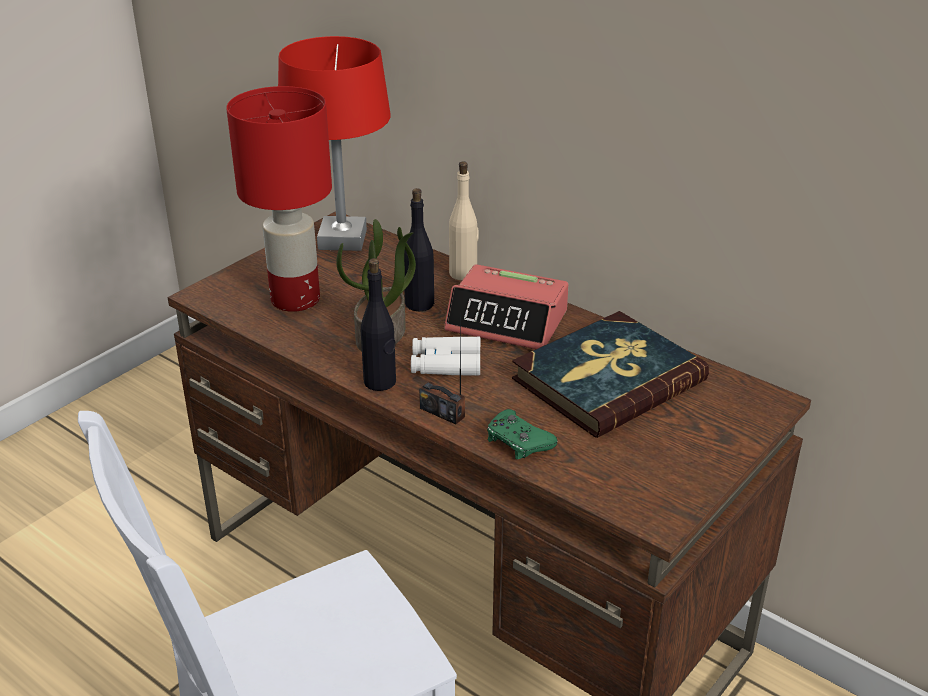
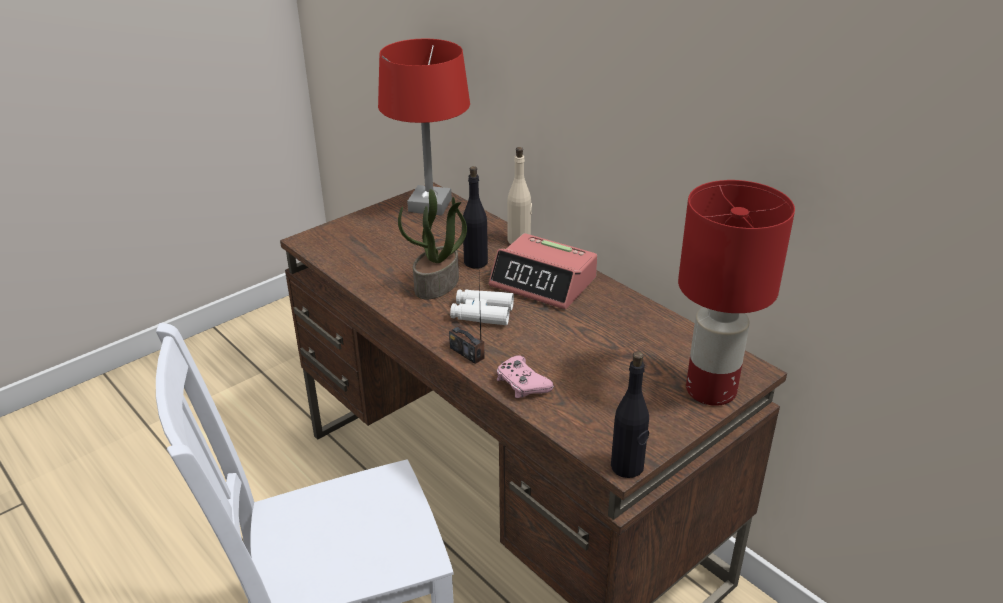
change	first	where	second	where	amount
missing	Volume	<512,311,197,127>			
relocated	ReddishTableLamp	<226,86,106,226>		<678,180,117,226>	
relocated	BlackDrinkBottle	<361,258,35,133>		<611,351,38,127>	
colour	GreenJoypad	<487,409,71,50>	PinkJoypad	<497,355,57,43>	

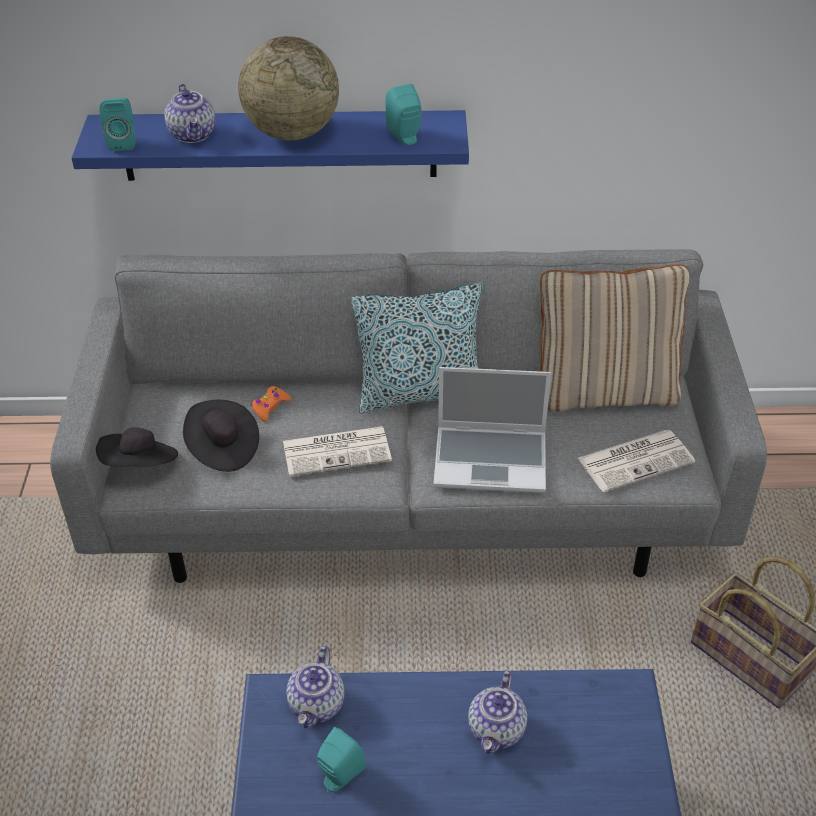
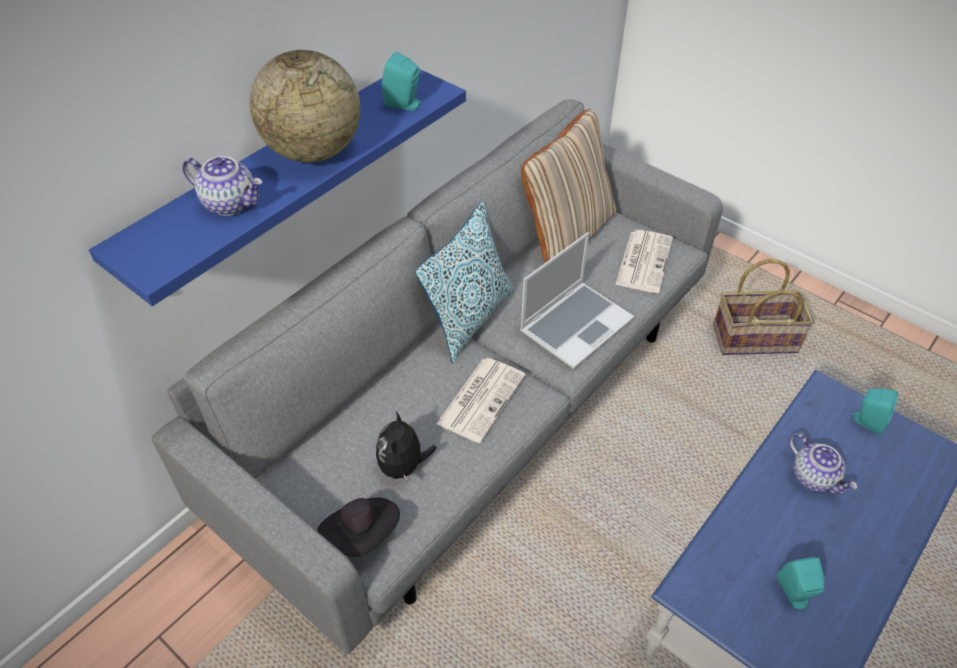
change	first	where	second	where	amount
missing	OrangeyJoypad	<251,386,40,36>			
missing	Teapot	<286,646,59,82>			
relocated	BlueGreenAudioSpeaker	<99,98,37,53>		<851,388,47,46>	
exchanged	BlackWearableHat	<183,400,76,72>	CuddlyToy	<376,411,61,72>	

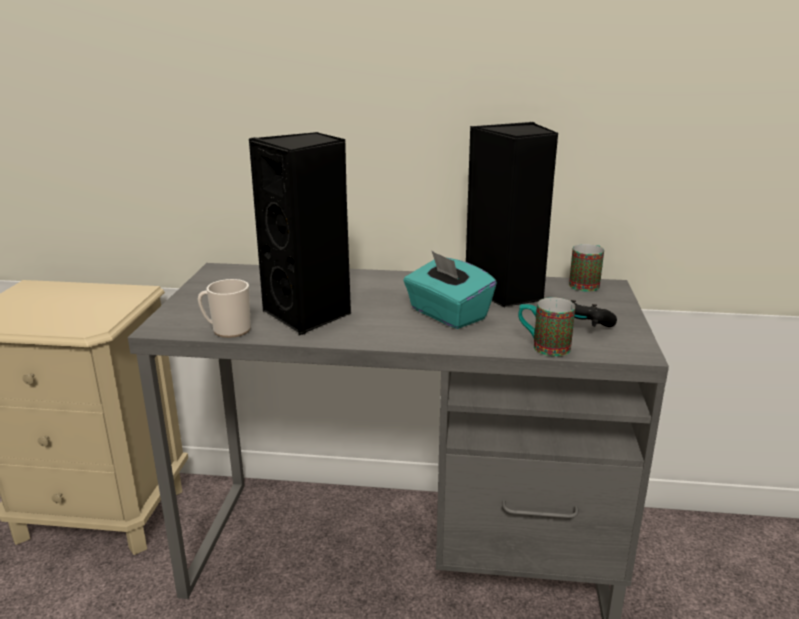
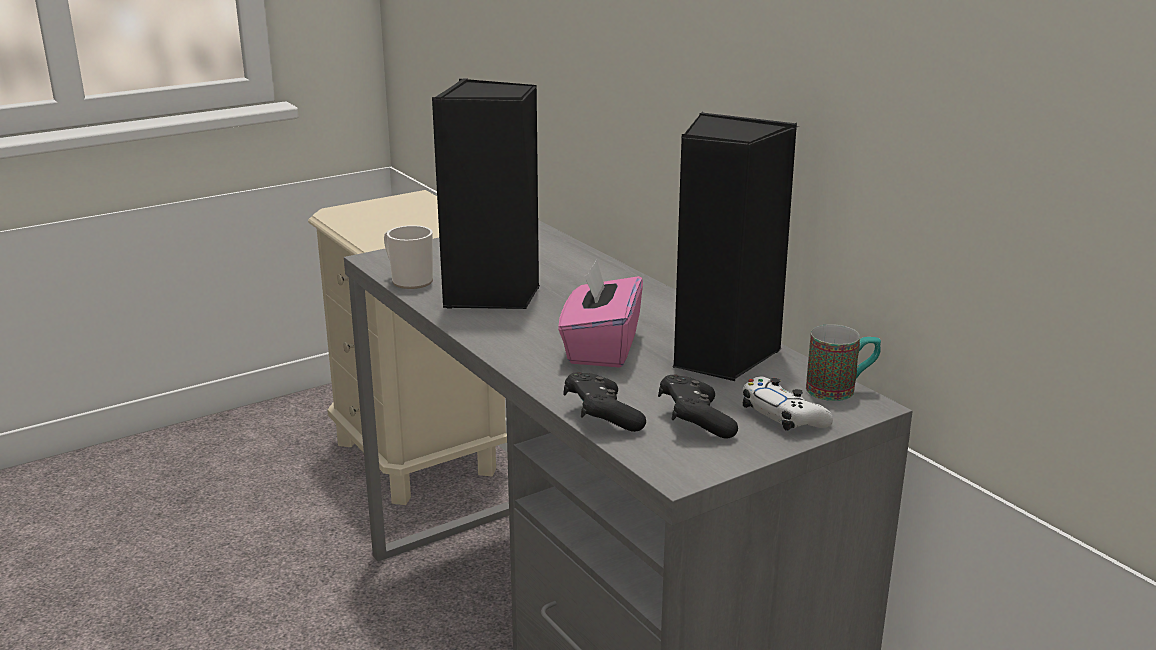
change	first	where	second	where	amount
appeared			WhitishJoypad	<743,376,90,55>	
exchanged	TeaMug	<518,297,57,59>	BlackJoypad	<563,372,83,60>	
colour	BlueGreenTissueHolder	<403,250,94,79>	PinkTissueHolder	<558,259,85,109>	

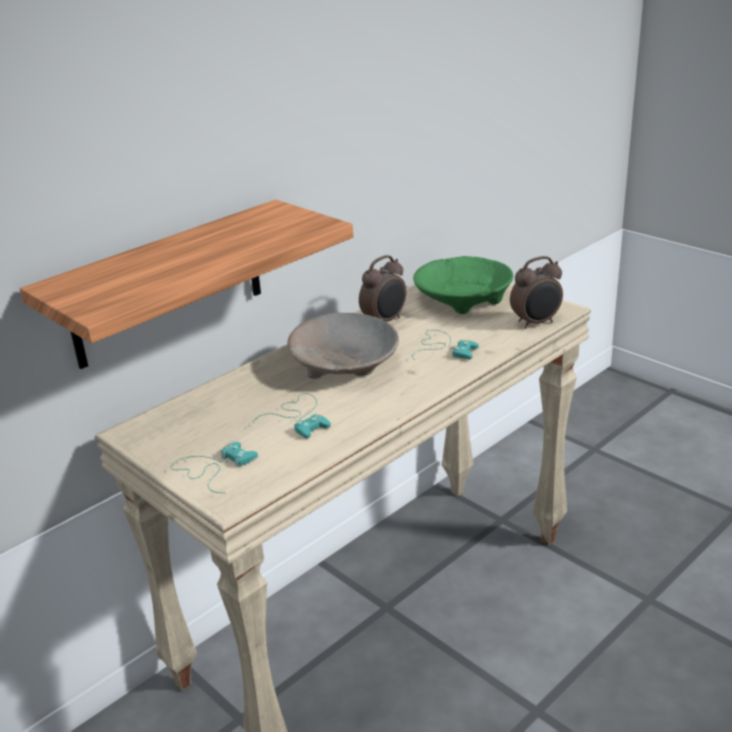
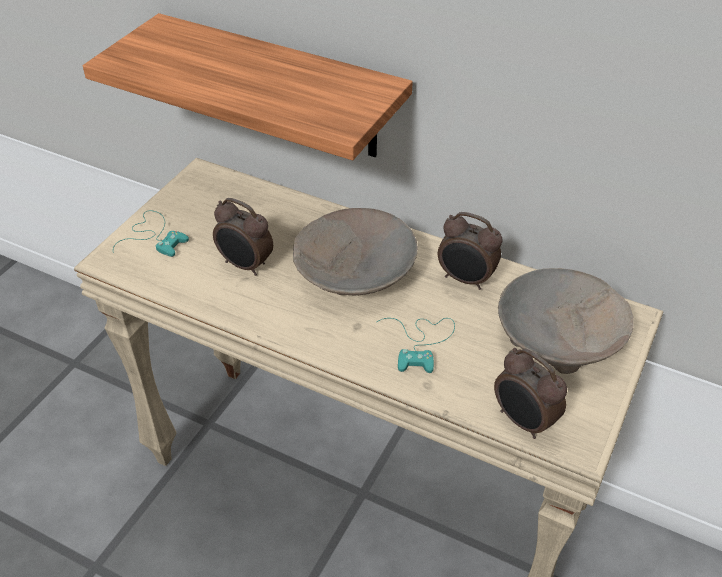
change	first	where	second	where	amount
exchanged	BlueGreenJoypad	<253,393,78,46>	BedsideClock	<213,198,60,78>	
colour	GreenDeepDish	<413,256,101,58>	SandColouredDeepDish	<498,268,136,106>	

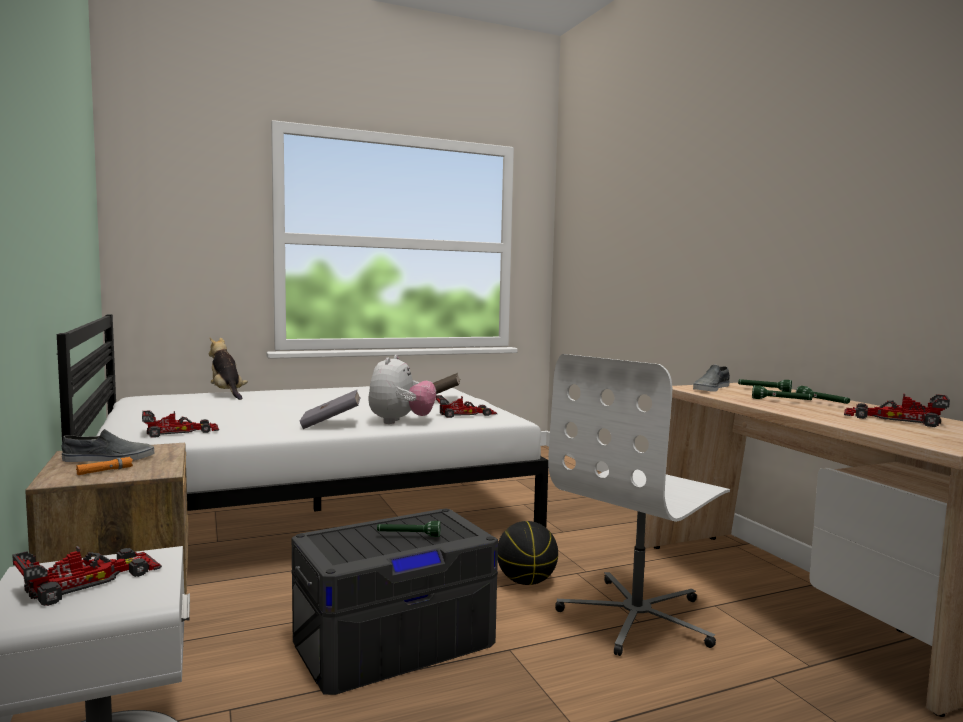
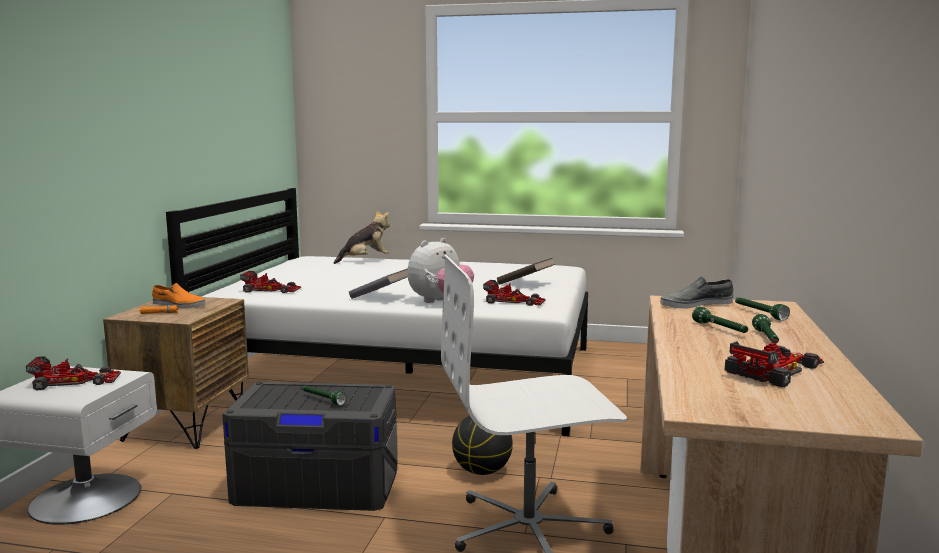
change	first	where	second	where	amount
colour	GrayLowShoe	<61,429,93,33>	OrangeyLowShoe	<152,283,53,26>	
spun	CuddlyToy	<209,338,39,62>		<334,210,56,54>	60 degrees clockwise
spun	MiniatureCar	<844,393,106,34>		<725,338,99,49>	75 degrees clockwise

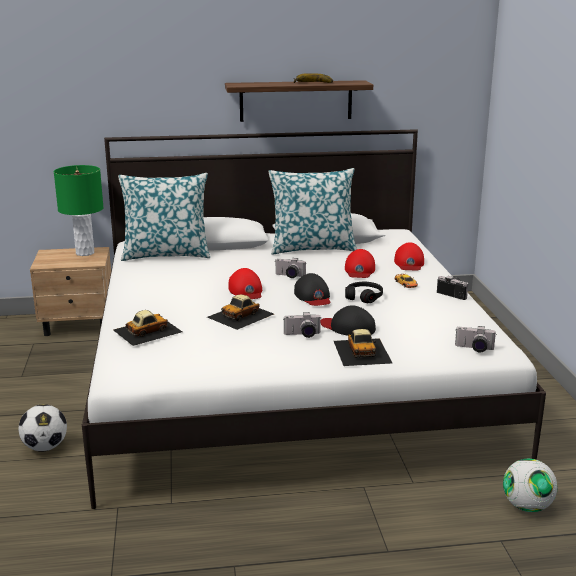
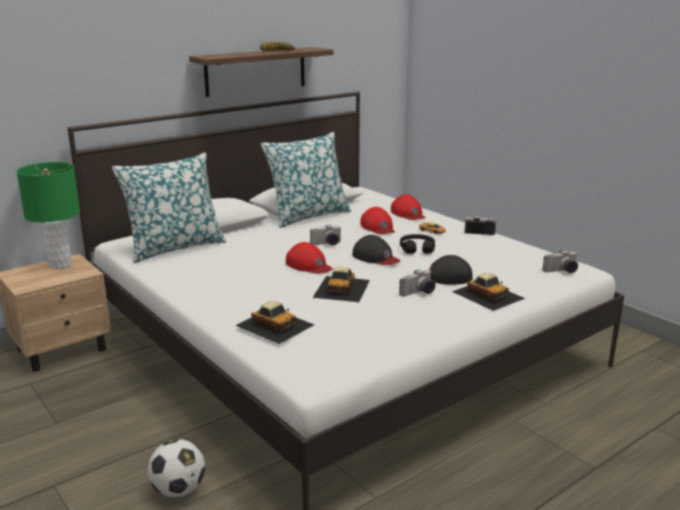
change	first	where	second	where	amount
missing	FootballBall	<503,459,54,53>			
spun	MiniatureCar	<113,310,69,36>		<235,301,79,43>	105 degrees clockwise

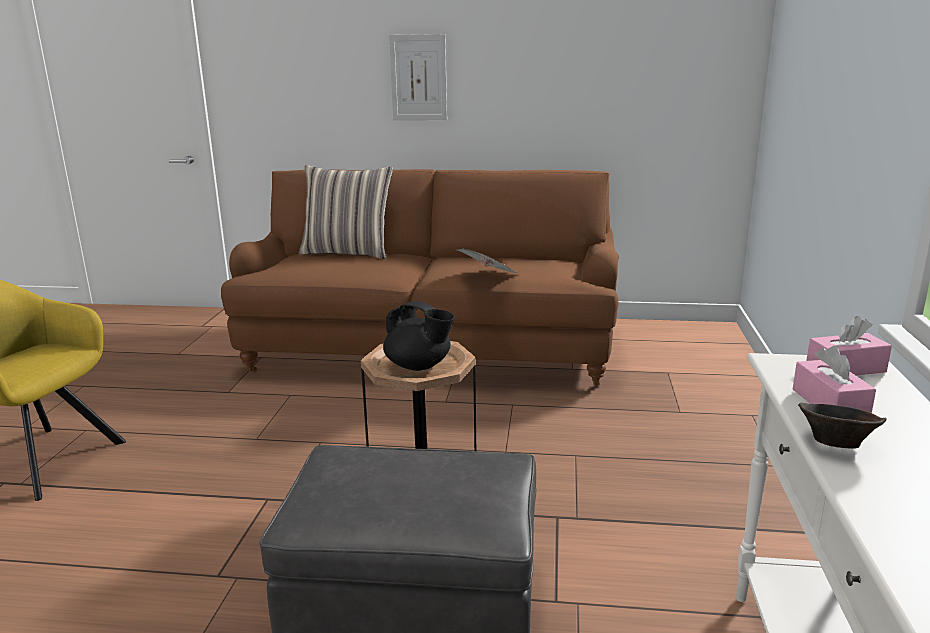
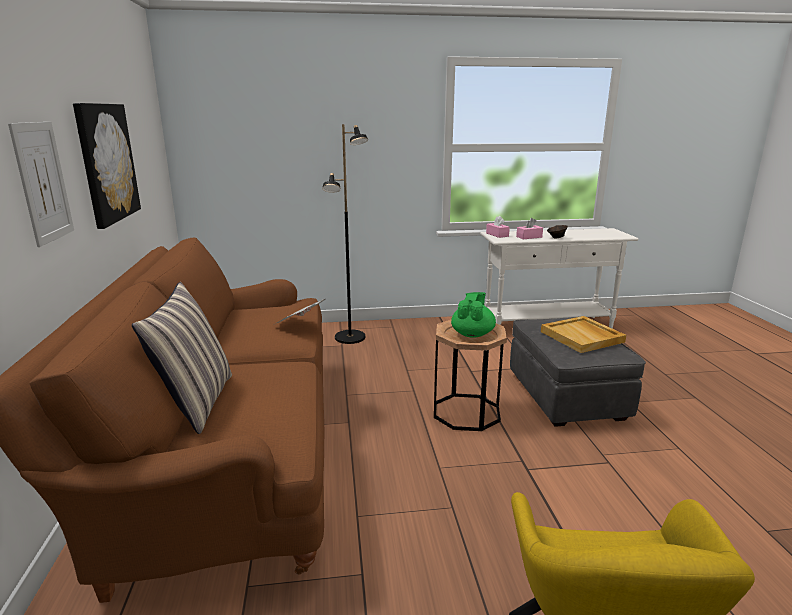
change	first	where	second	where	amount
appeared			WallArt	<73,103,68,126>	
appeared			BlackStandardLamp	<322,124,46,220>	
appeared			SandColouredServingTray	<541,316,85,37>	
colour	BlackTeapot	<383,301,72,70>	GreenTeapot	<451,292,45,46>	

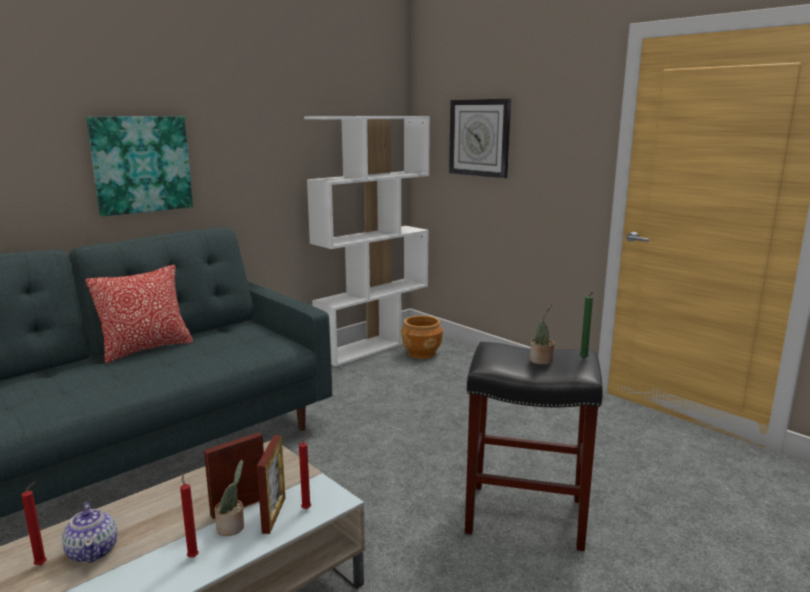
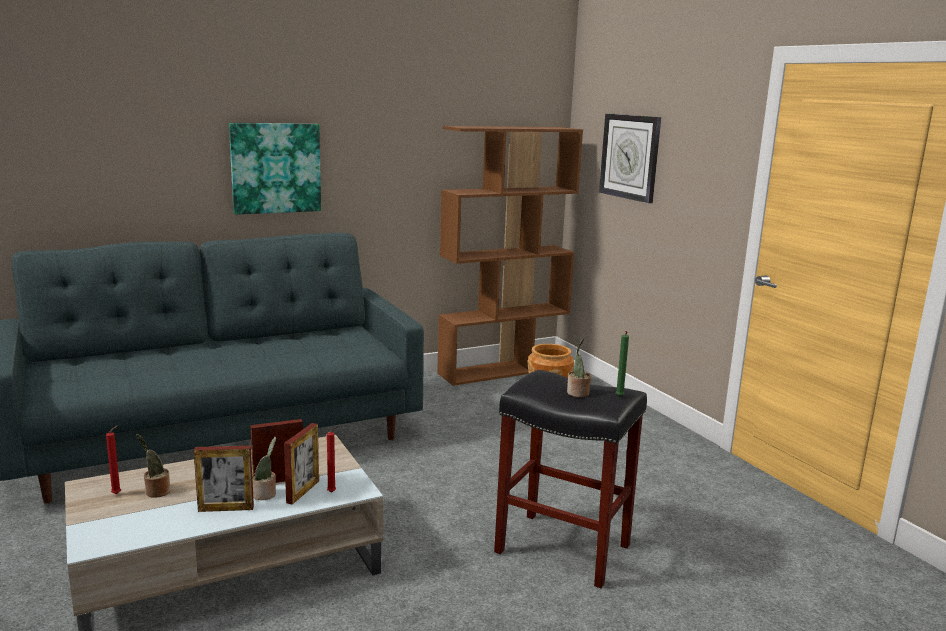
change	first	where	second	where	amount
missing	Pillow	<86,265,107,99>			
exchanged	Teapot	<62,502,56,61>	PlantInAPot	<136,434,35,64>	
exchanged	ReddishWaxLight	<180,473,19,85>	PictureFrame	<194,446,60,66>	
colour	WhitishBookshelf	<304,116,126,251>	BrownishBookshelf	<437,126,146,260>	

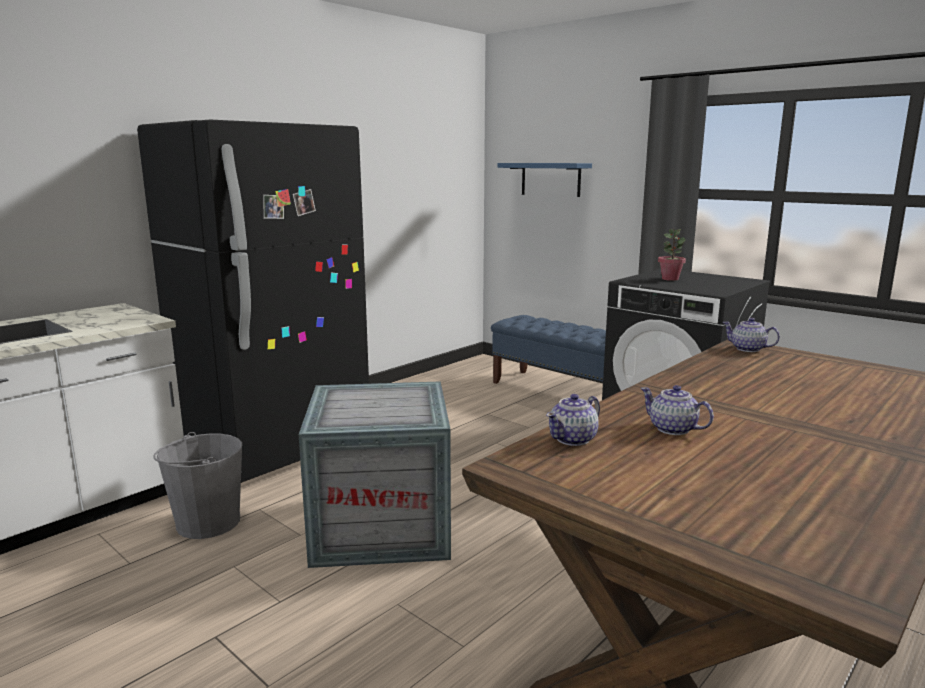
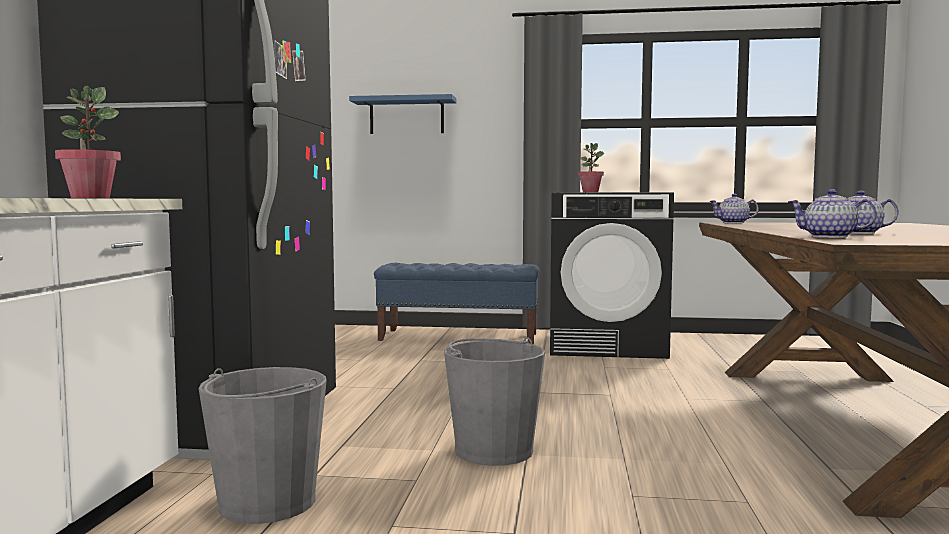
change	first	where	second	where	amount
appeared			PlantInAPot	<55,86,66,112>	
exchanged	PackingCrate	<299,381,152,187>	GrayBucket	<444,337,101,129>	
spun	Teapot	<546,394,54,52>		<788,190,89,48>	105 degrees clockwise

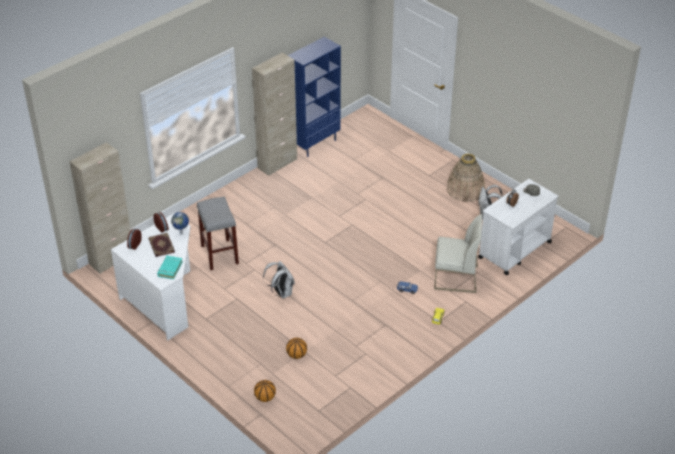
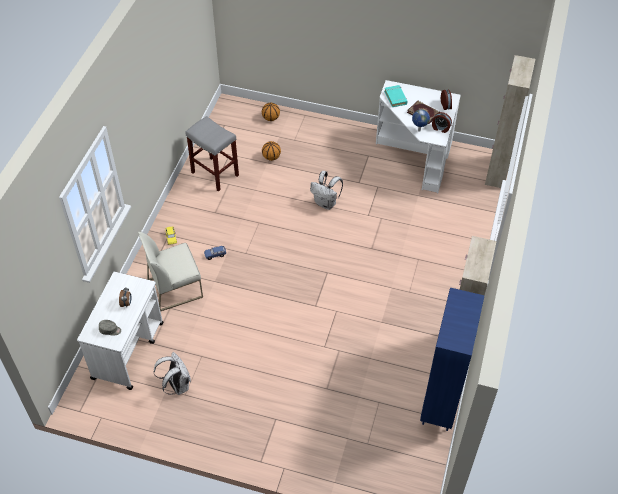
change	first	where	second	where	amount
missing	Basket	<447,154,38,48>			
relocated	GraySittingStool	<197,197,42,73>		<185,116,54,76>	

